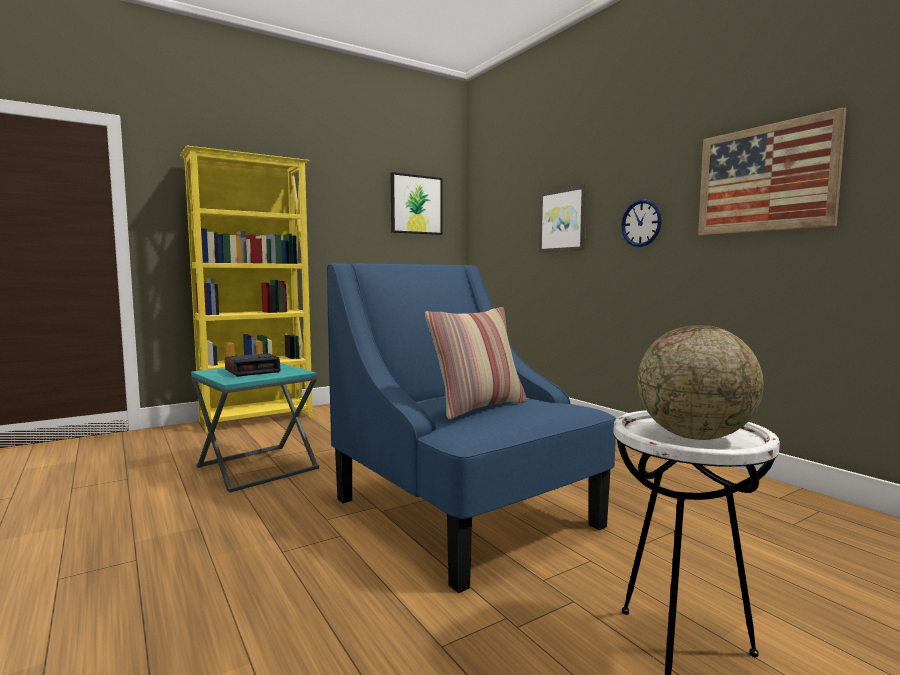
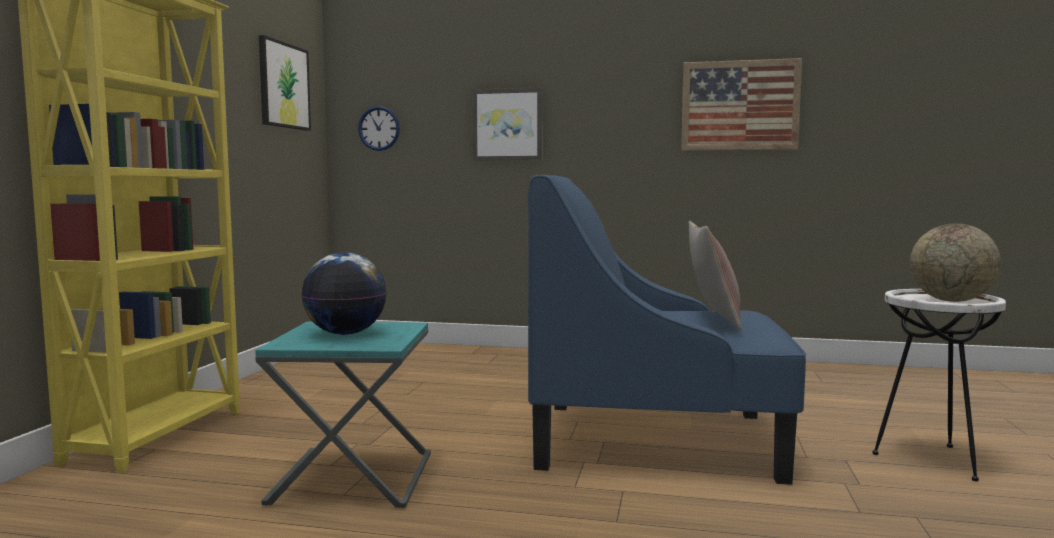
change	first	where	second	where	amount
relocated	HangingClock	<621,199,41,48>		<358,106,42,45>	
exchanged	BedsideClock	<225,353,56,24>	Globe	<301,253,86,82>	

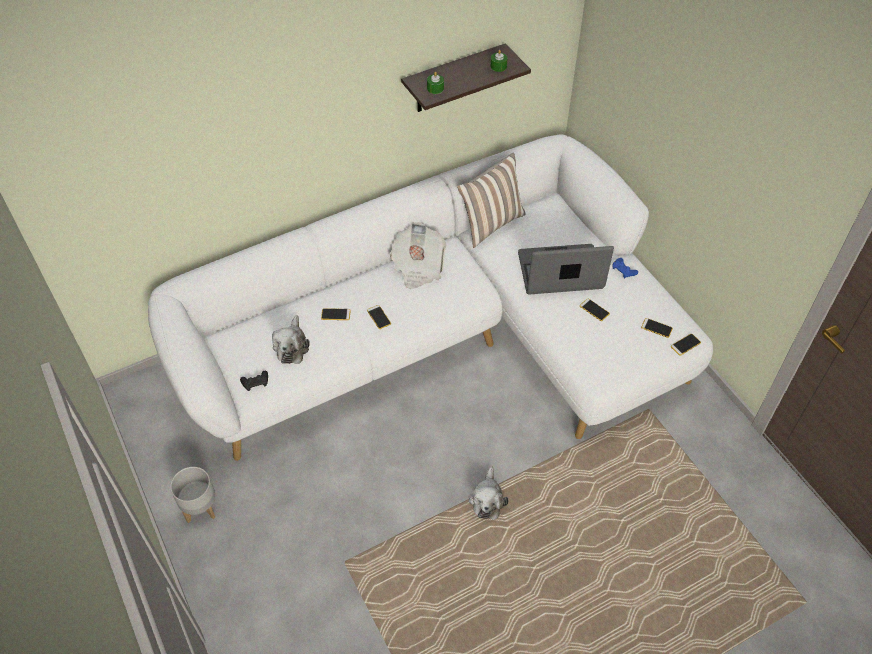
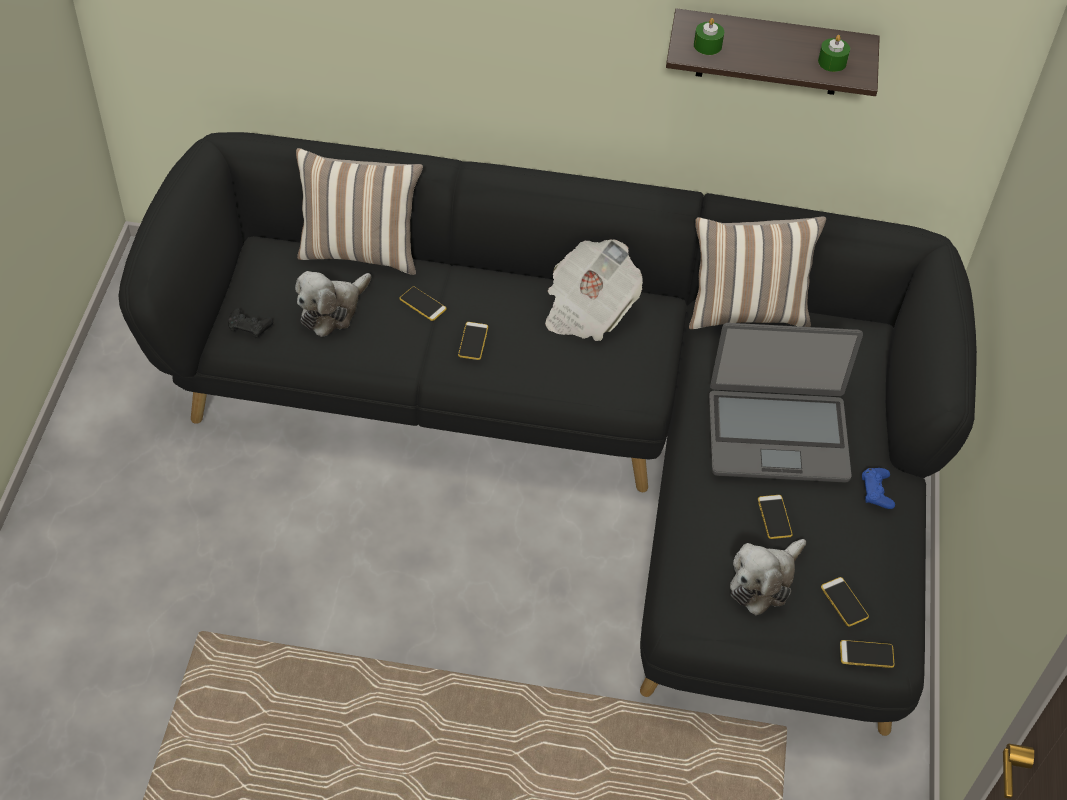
change	first	where	second	where	amount
missing	GrayPlantPot	<170,467,45,56>			
appeared			Pillow	<296,148,127,127>	
relocated	CuddlyToy	<469,466,40,53>		<730,539,76,76>	
colour	WhitishSettee	<148,134,565,327>	BlackSettee	<118,132,859,604>	
spun	PortableComputer	<518,244,96,51>		<709,323,154,160>	150 degrees clockwise

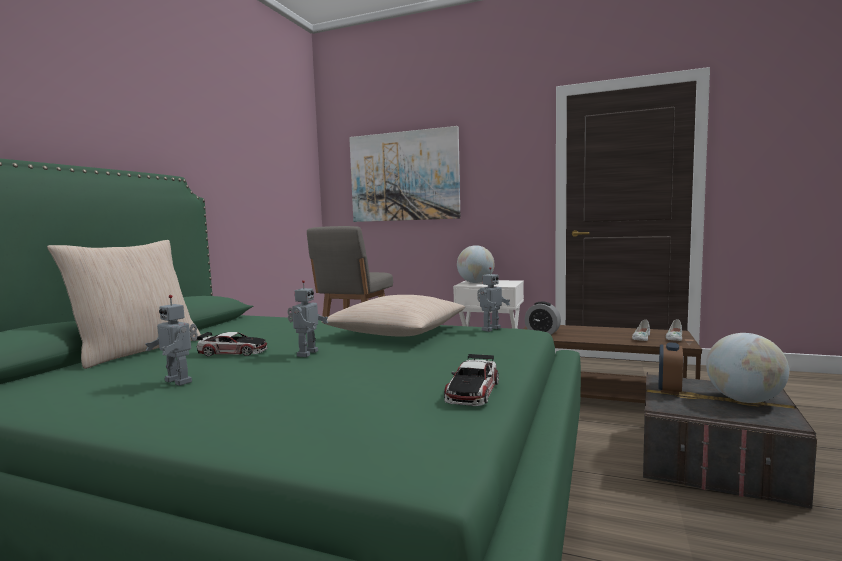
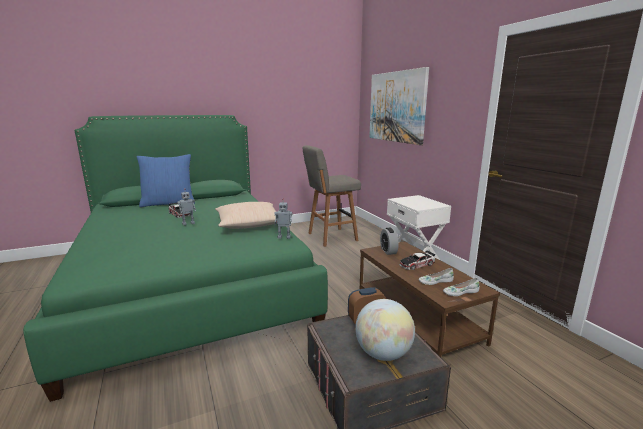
change	first	where	second	where	amount
missing	ToyRobot	<145,295,53,91>			
missing	Globe	<457,245,37,38>			
relocated	MiniatureCar	<444,354,55,52>		<399,250,36,20>	
colour	SandColouredPillow	<47,240,154,129>	BluishPillow	<136,154,59,53>	

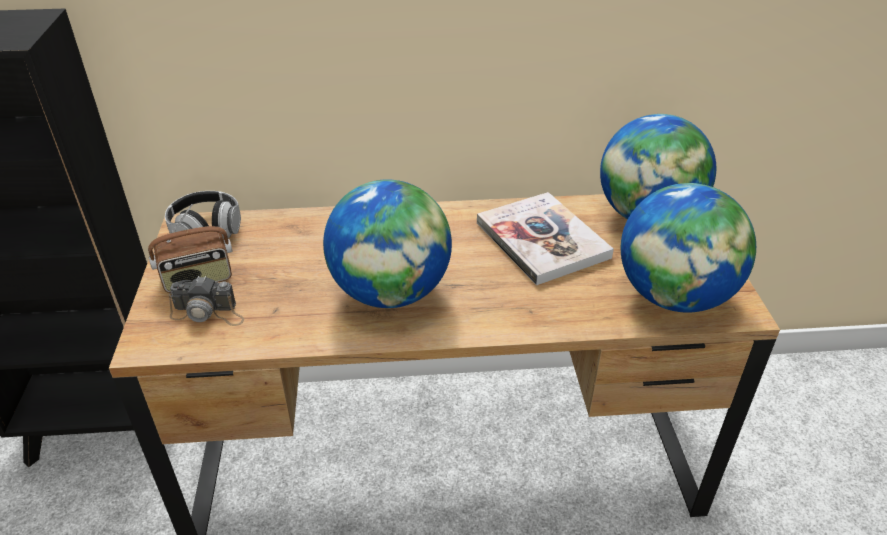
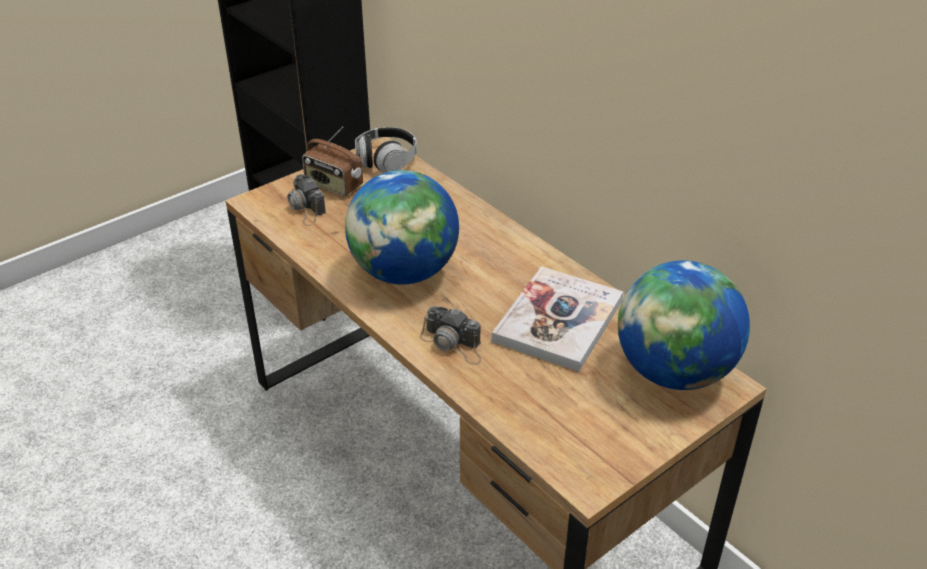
change	first	where	second	where	amount
missing	Globe	<621,183,135,130>			
appeared			StillCamera	<420,306,62,59>	

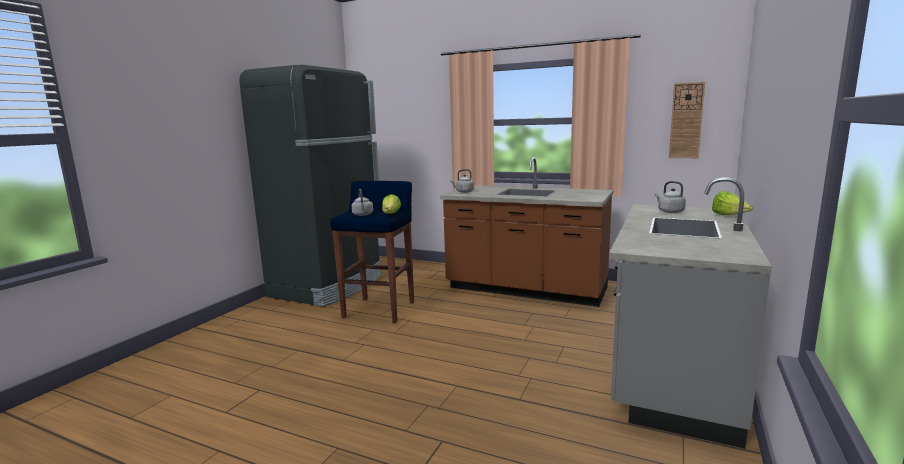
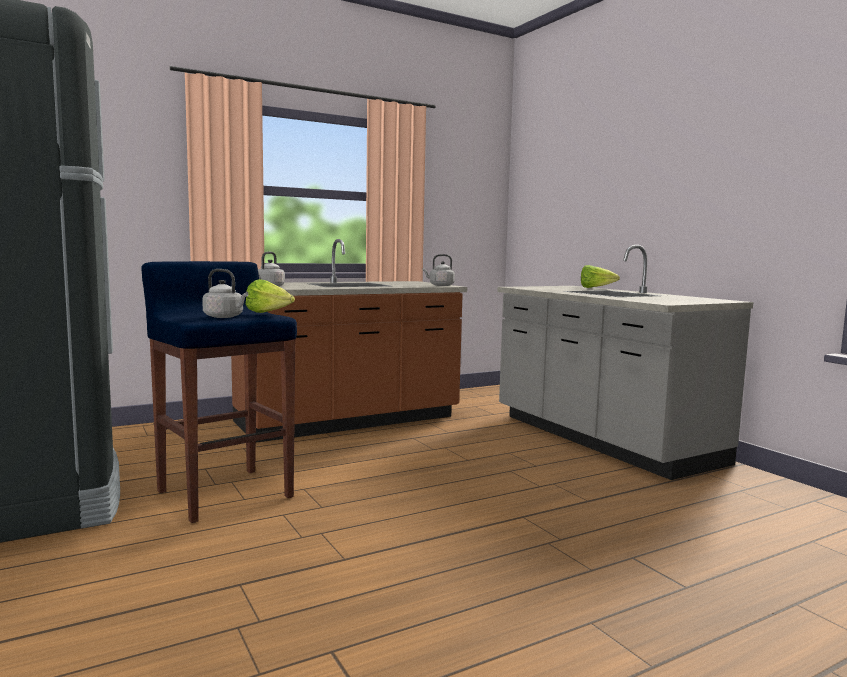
change	first	where	second	where	amount
missing	HangingClock	<669,82,36,76>			
relocated	GrayWaterKettle	<655,181,31,32>		<423,254,32,32>	

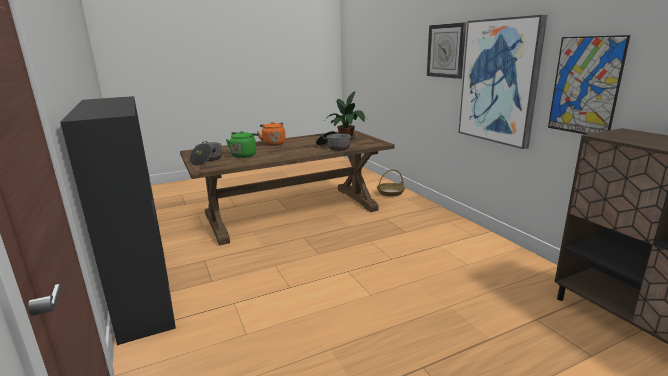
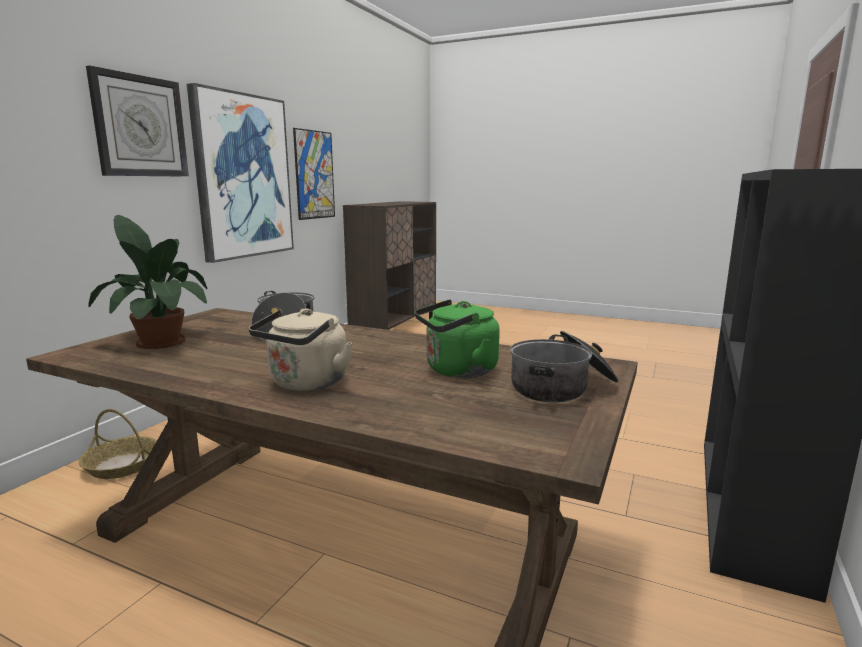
change	first	where	second	where	amount
colour	OrangeyWaterKettle	<257,122,29,24>	SandColouredWaterKettle	<249,308,104,83>	

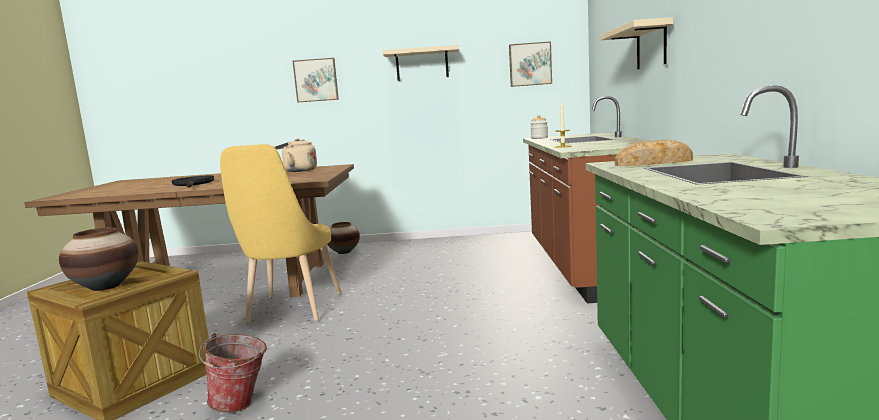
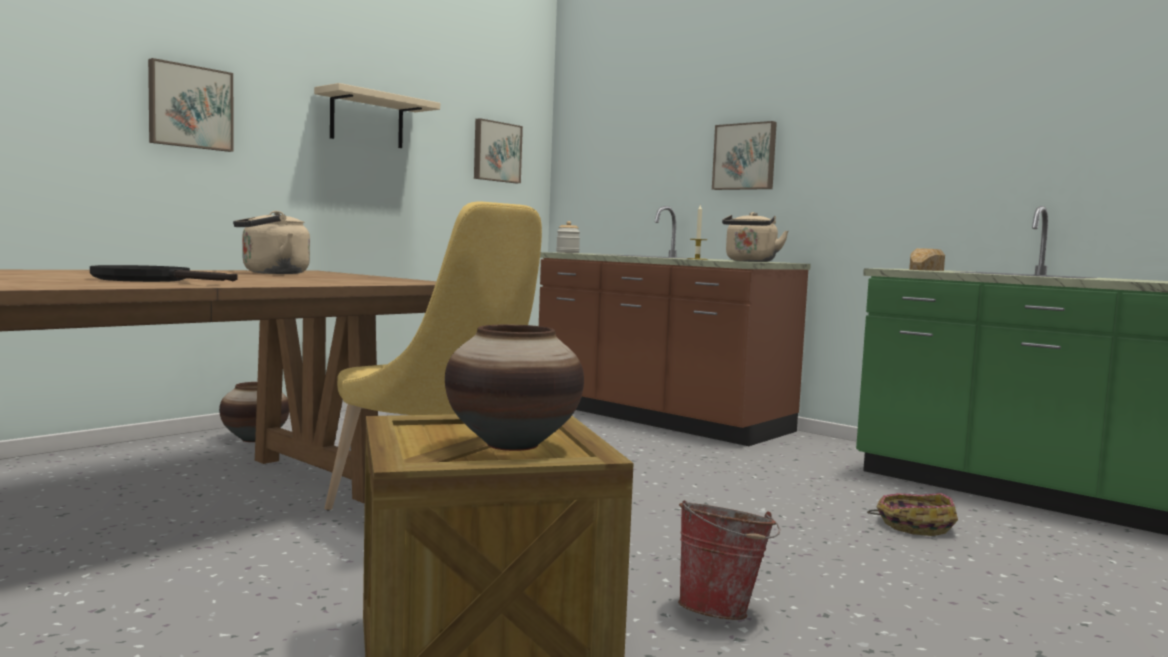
change	first	where	second	where	amount
appeared			SandColouredWaterKettle	<722,212,67,50>	
appeared			Basket	<867,493,91,43>	
exchanged	SandColouredBracketShelf	<601,17,72,52>	WallArt	<712,121,65,69>	

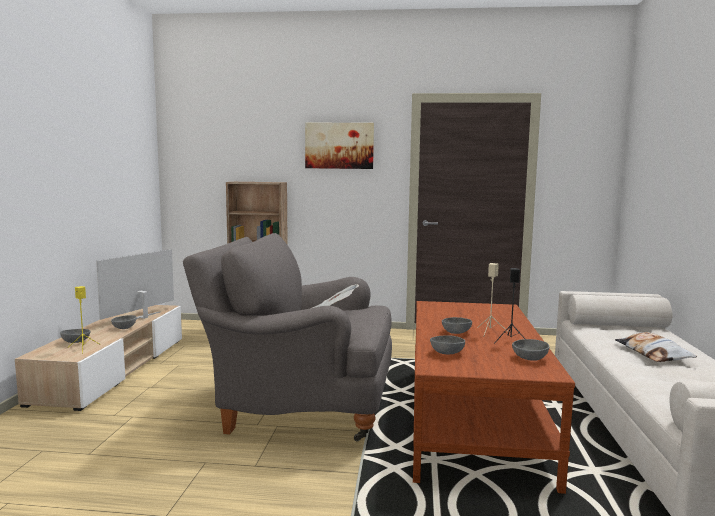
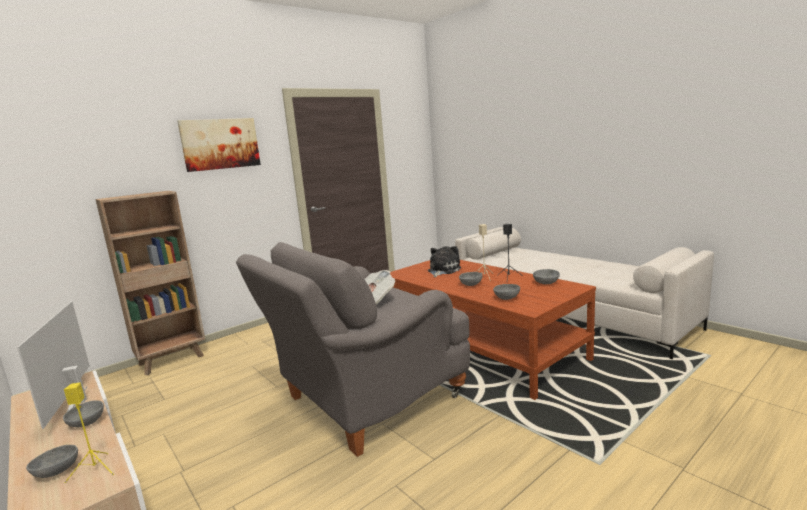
change	first	where	second	where	amount
missing	Pillow	<615,332,82,30>			
appeared			CuddlyToy	<428,246,33,31>	

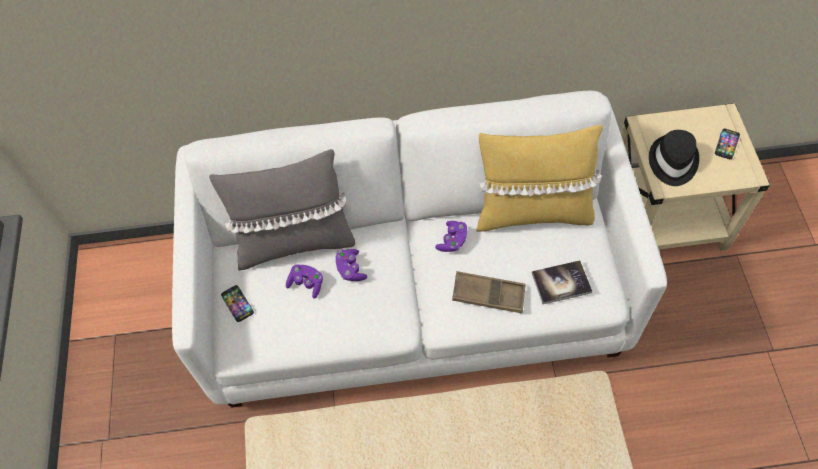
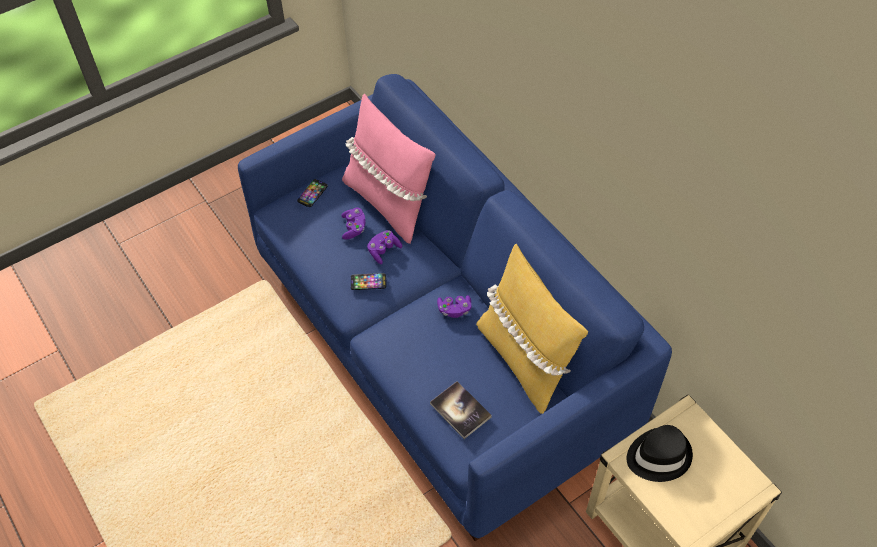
change	first	where	second	where	amount
missing	BrownishServingTray	<452,271,74,42>			
relocated	Telephone	<715,128,25,31>		<351,273,35,17>	
colour	WhitishSettee	<172,91,495,316>	BluishSettee	<238,74,434,467>	
colour	GrayPillow	<209,149,146,122>	PinkPillow	<342,94,94,150>	

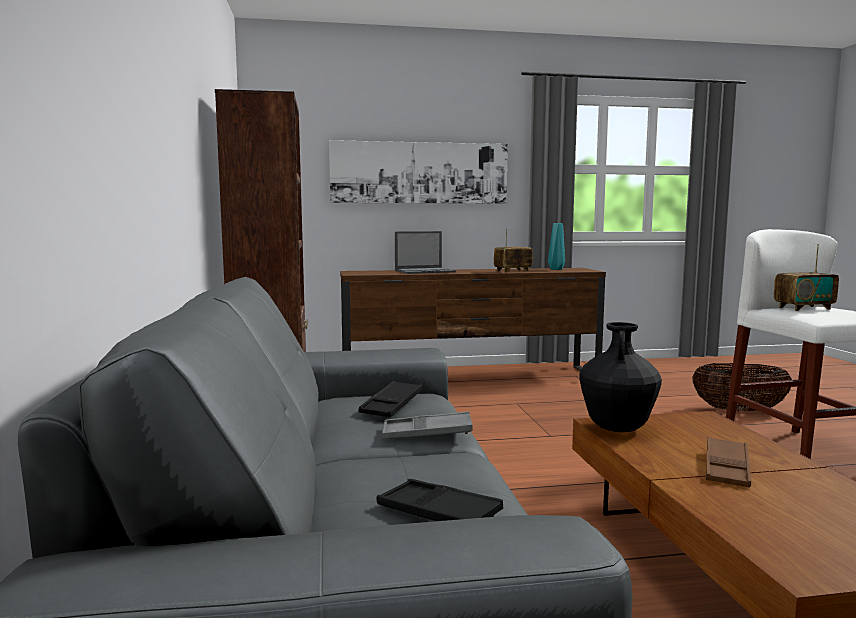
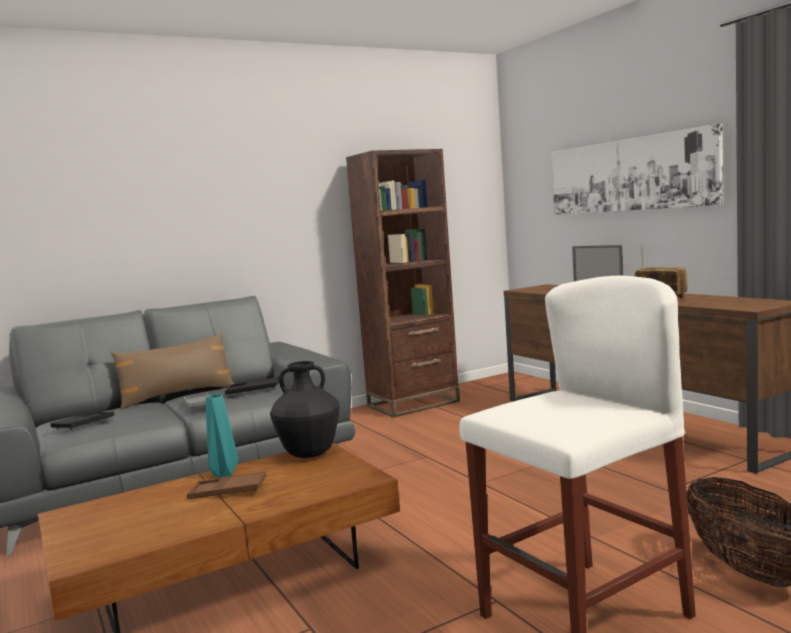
change	first	where	second	where	amount
missing	Radio	<774,244,65,67>			
appeared			BrownishPillow	<111,333,123,77>	
relocated	BlueGreenDecorativeVase	<548,223,17,47>		<205,394,33,84>	

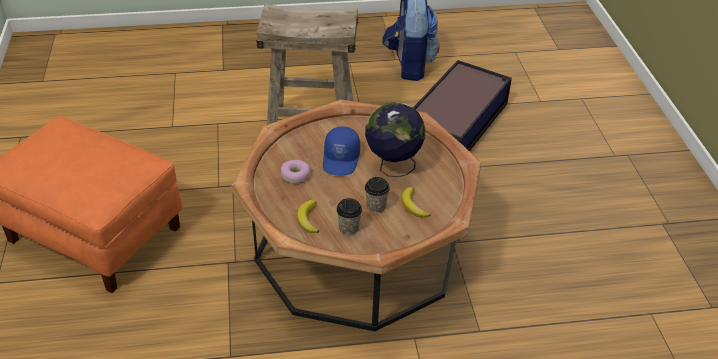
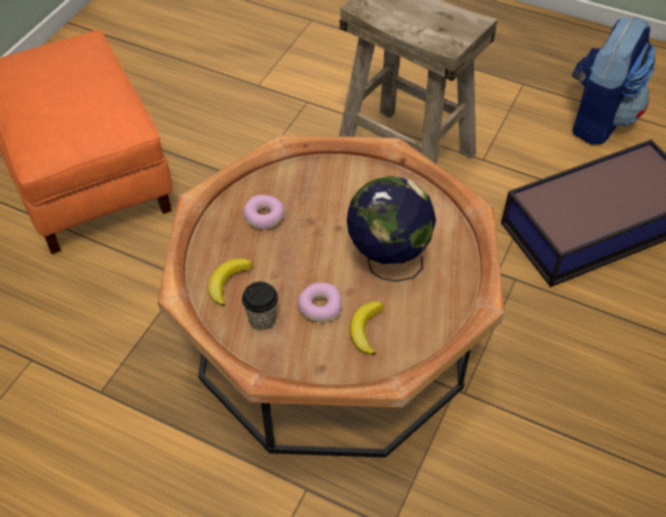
change	first	where	second	where	amount
missing	BluishCap	<323,126,37,50>			
exchanged	Cup	<365,177,25,36>	RingDoughnut	<298,283,44,39>	

